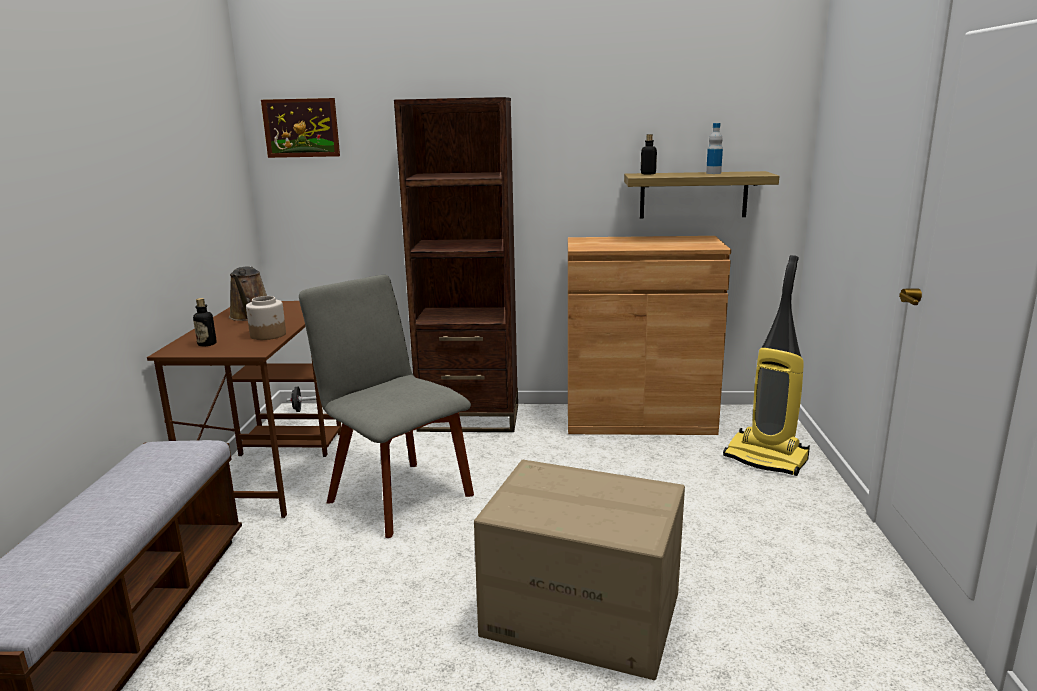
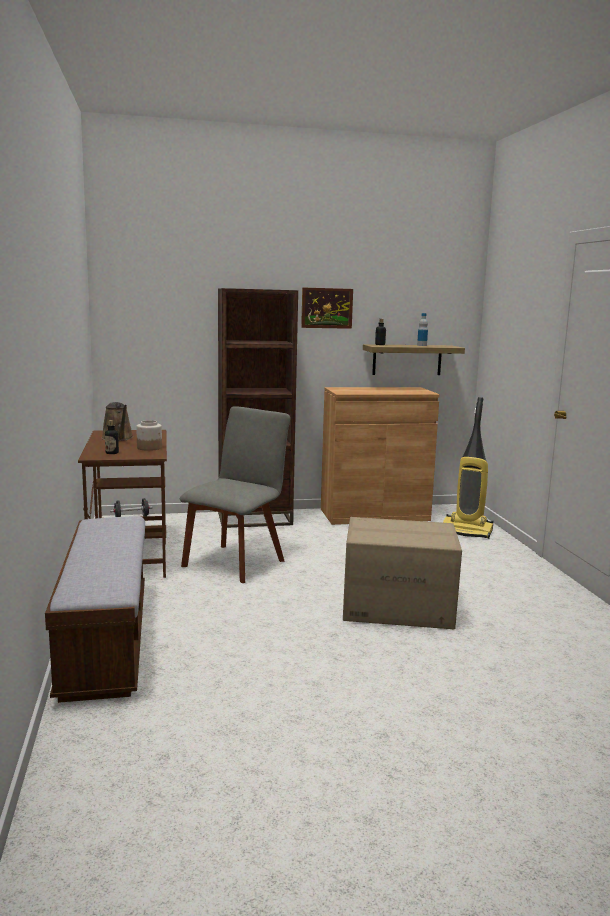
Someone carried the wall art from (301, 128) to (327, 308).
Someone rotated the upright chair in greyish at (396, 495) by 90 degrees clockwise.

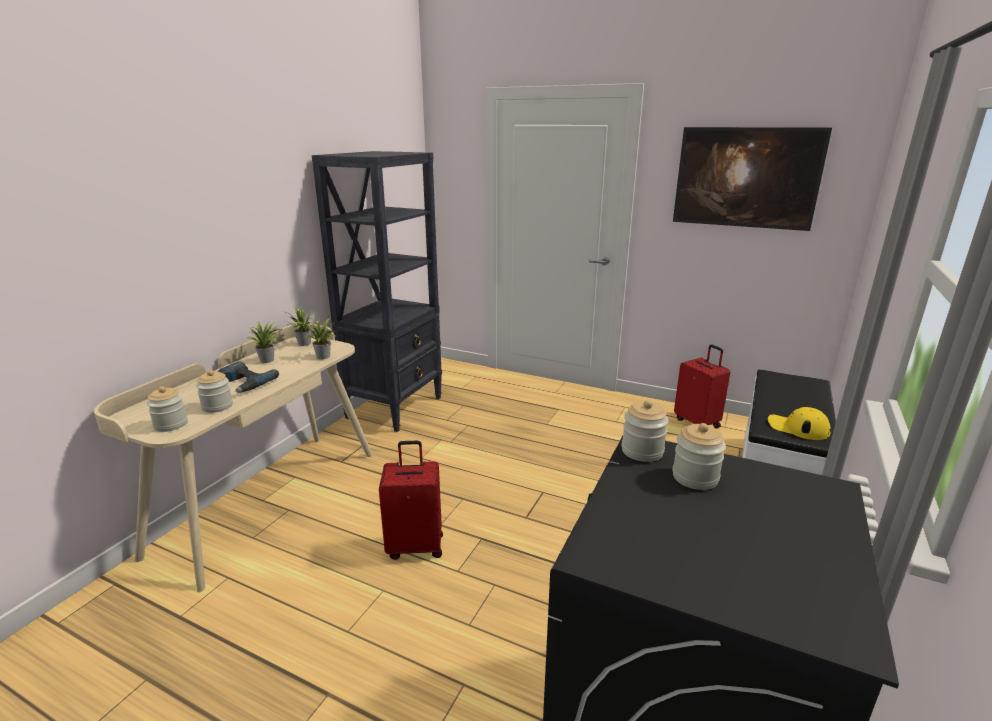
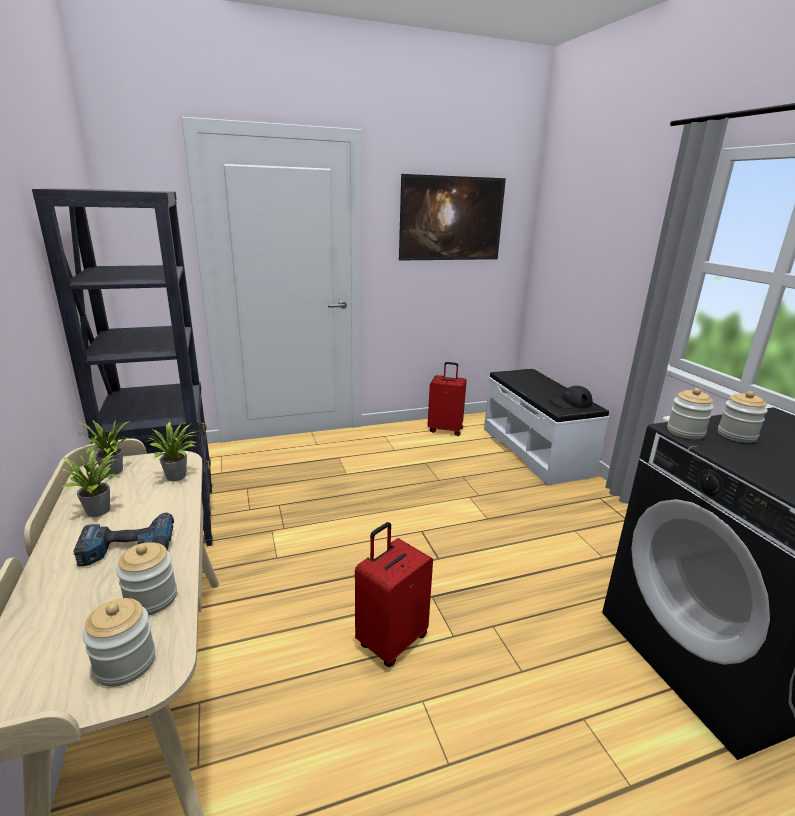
Someone repainted the peaked cap in yellow at (797, 428), which became the peaked cap in blackish at (570, 403).

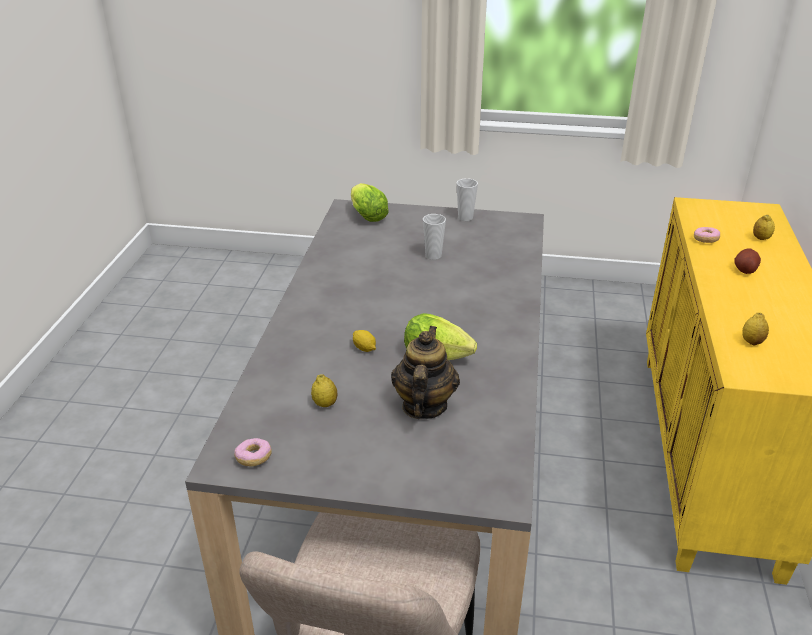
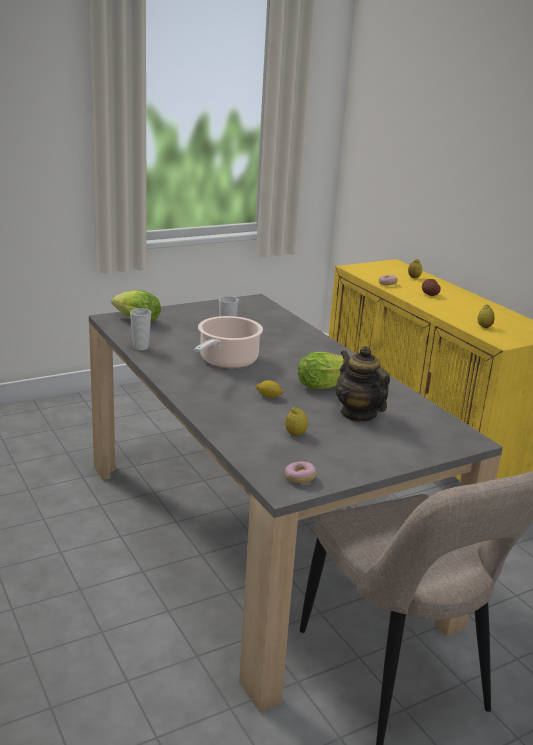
Someone carried the cup from (465, 218) to (141, 347).
Someone put down the stockpot at (227, 361).

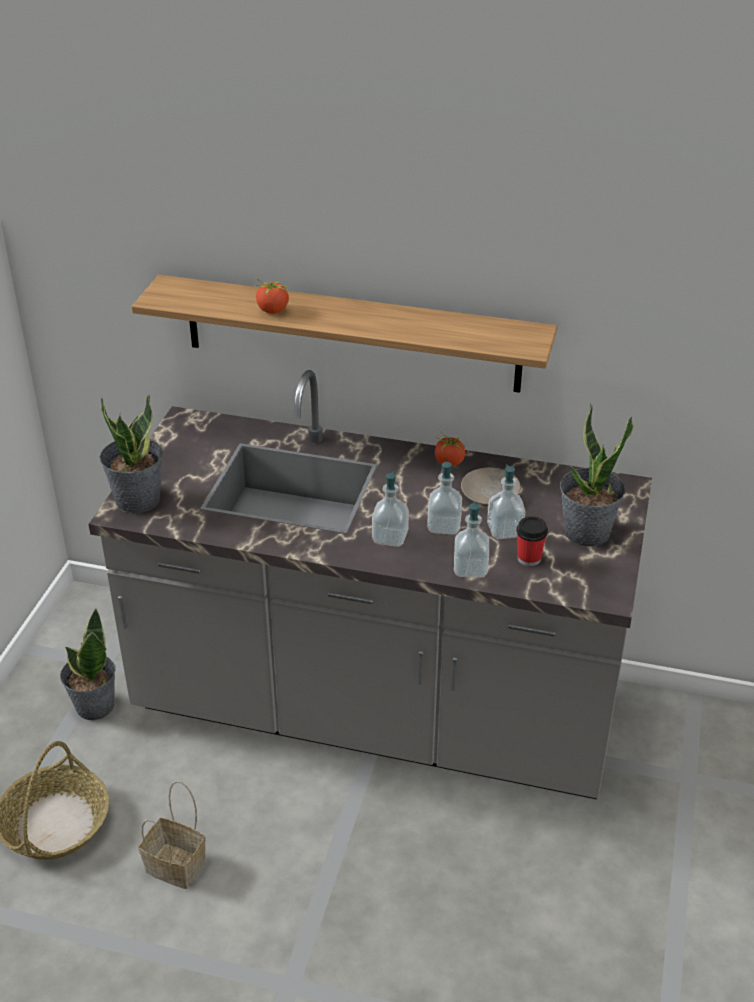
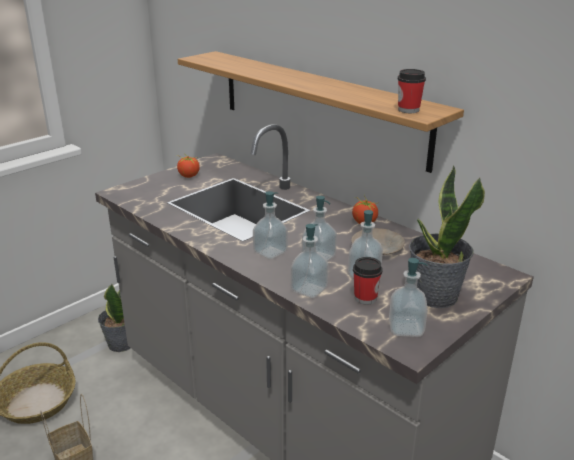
Someone took away the potted plant at (137, 499).
Someone carried the whole tomato from (272, 310) to (188, 176).
Someone put down the liquid soap bottle at (406, 328).
Someone put down the cup at (408, 110).

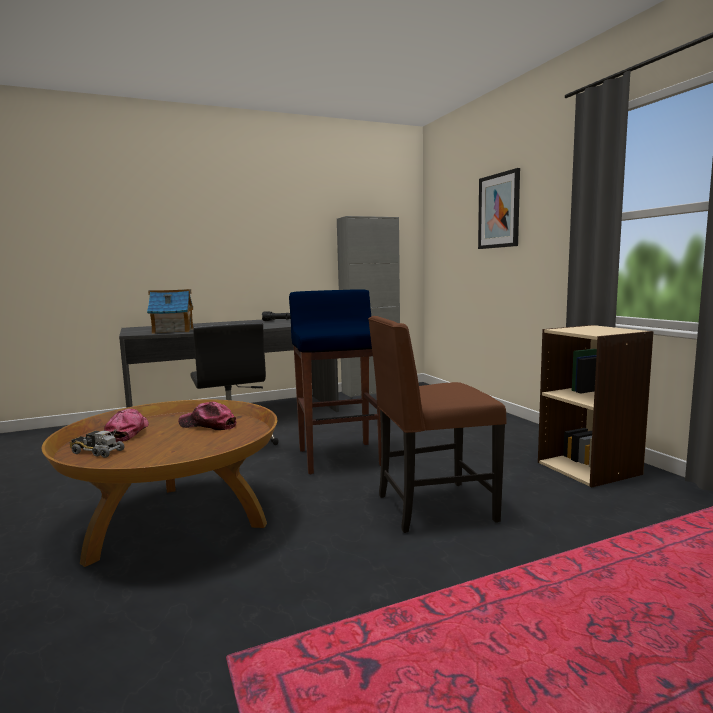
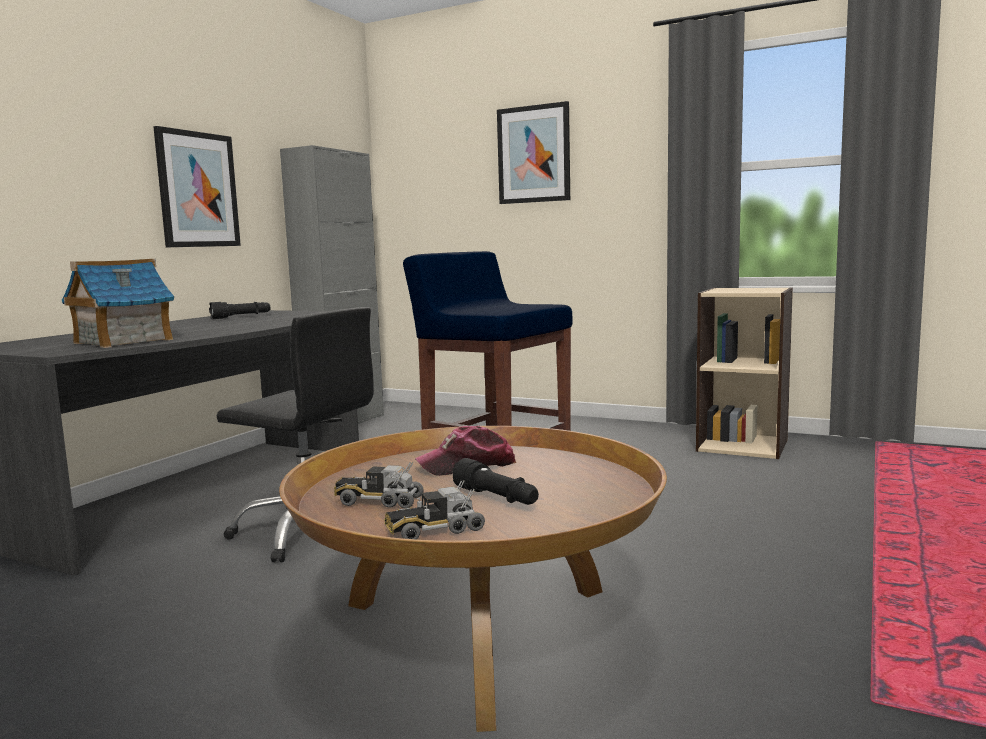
Someone swapped the peaked cap at (127, 432) for the toy truck at (378, 501).
Someone took away the upright chair in brown-coloured at (432, 508).
Someone put up the wall art at (197, 190).
Someone put down the torch in blackish at (497, 498).

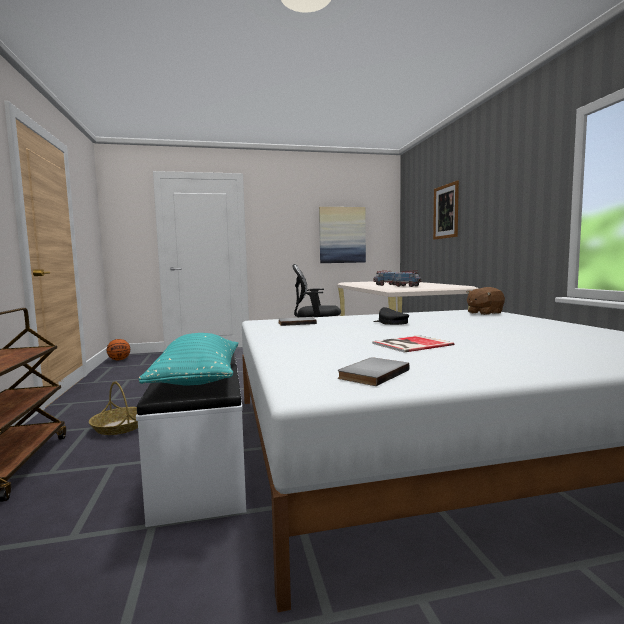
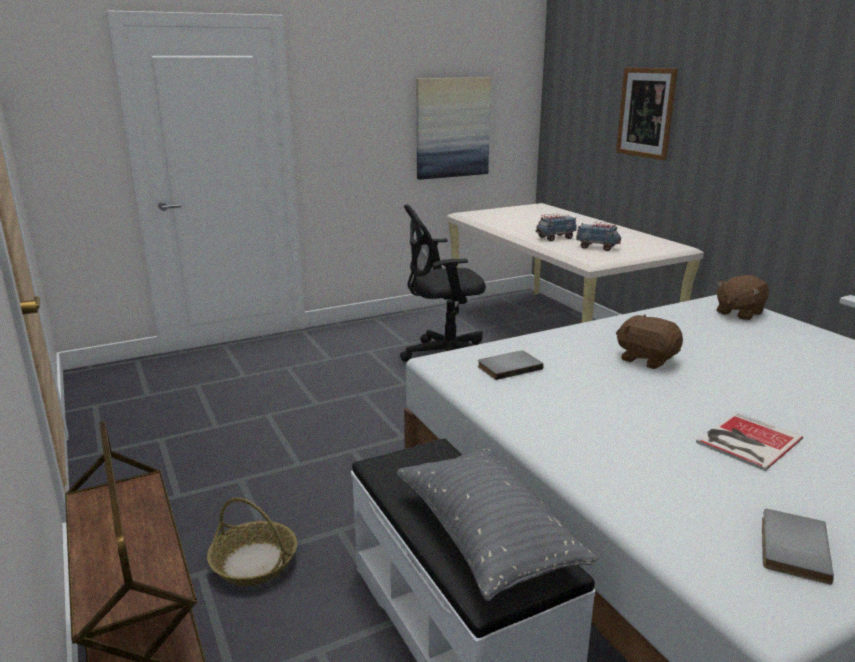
Someone took away the ball for basketball at (119, 360).
Someone repainted the cushion in blue-green at (198, 379), which became the cushion in greyish at (486, 537).
Someone swapped the peaked cap in blackish at (390, 323) for the soft toy in brown-coloured at (647, 359).

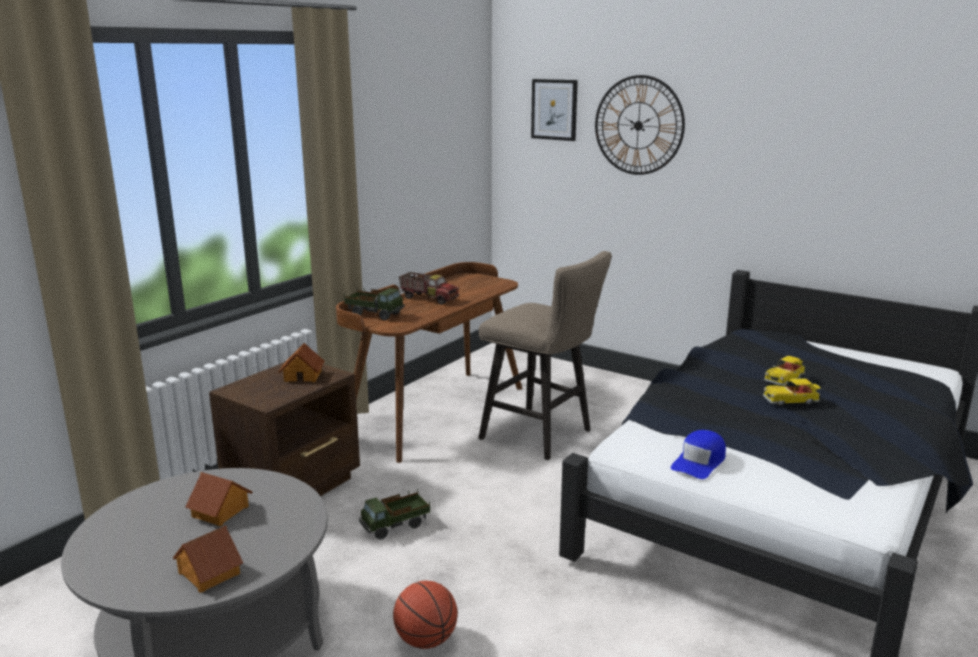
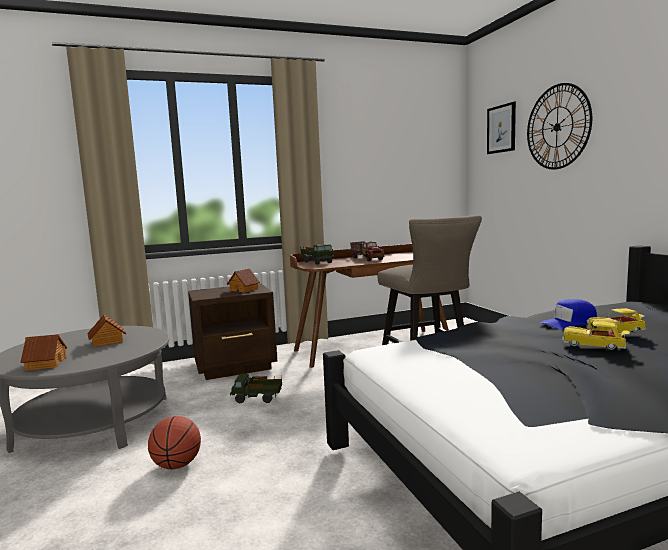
Someone carried the peaked cap in blue-coloured from (699, 462) to (569, 323).

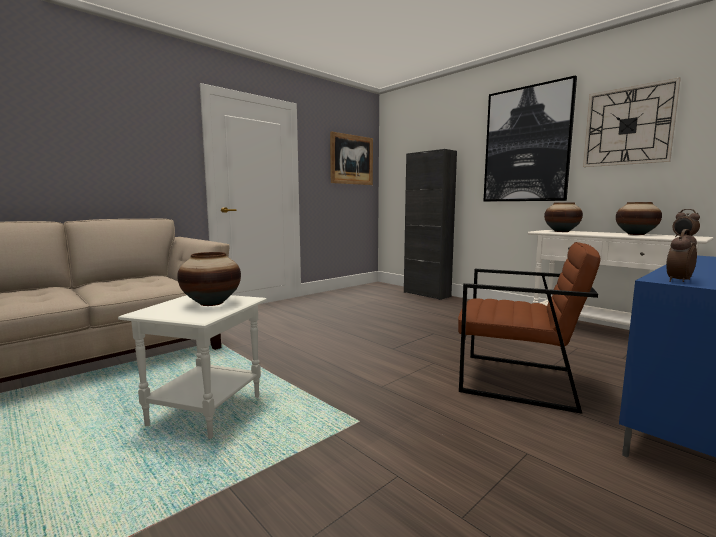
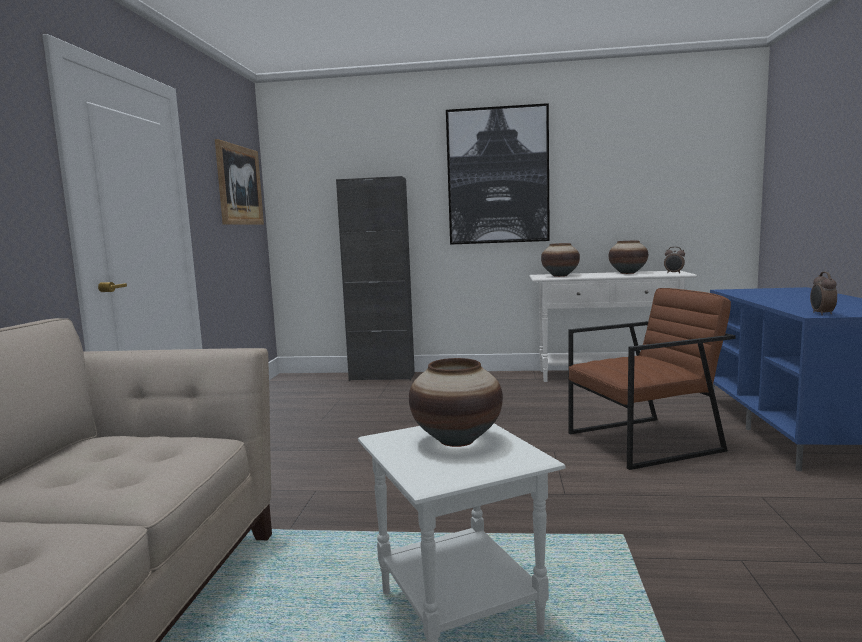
Someone took away the wall clock at (628, 126).

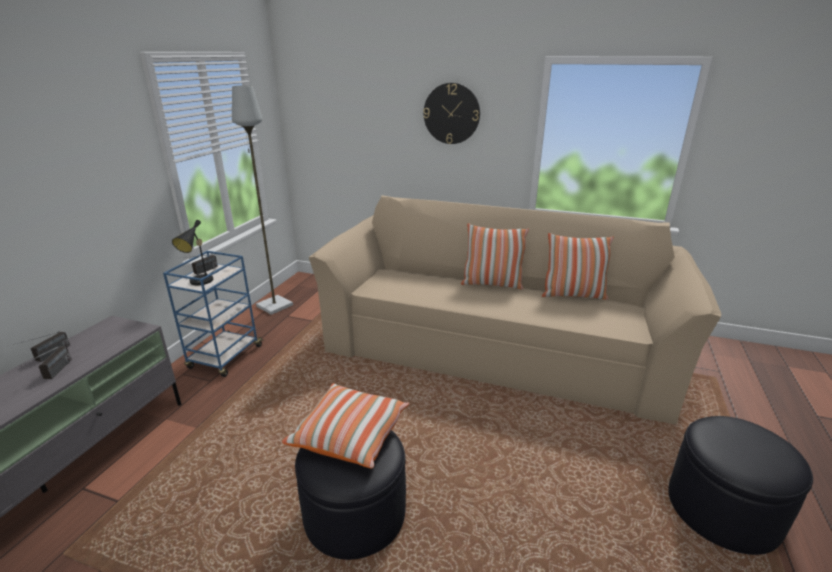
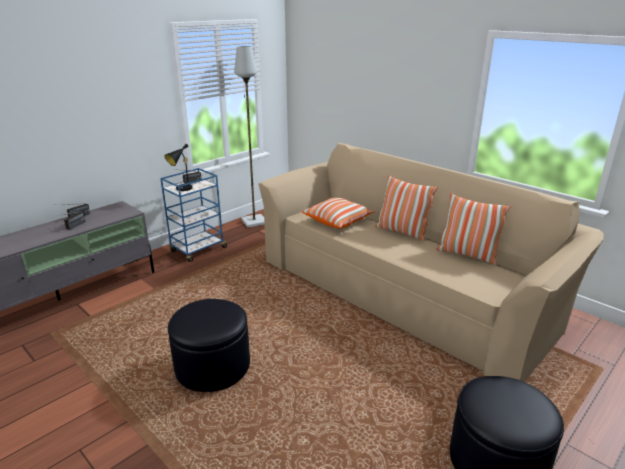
Someone carried the cushion from (350, 435) to (338, 221).
Someone took away the wall clock at (451, 113).

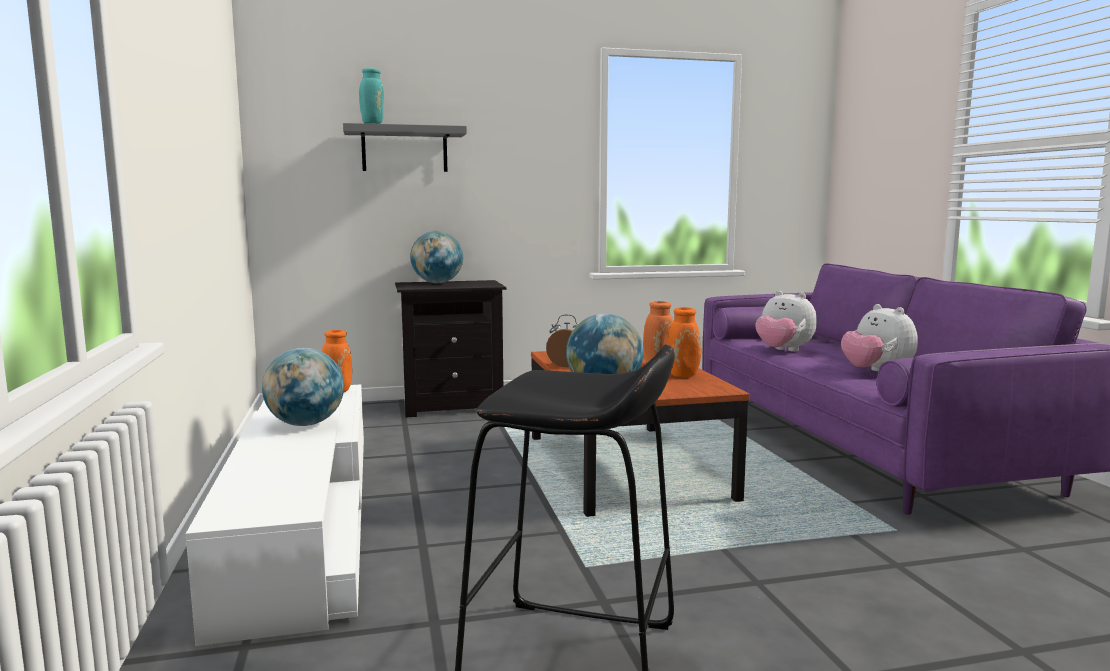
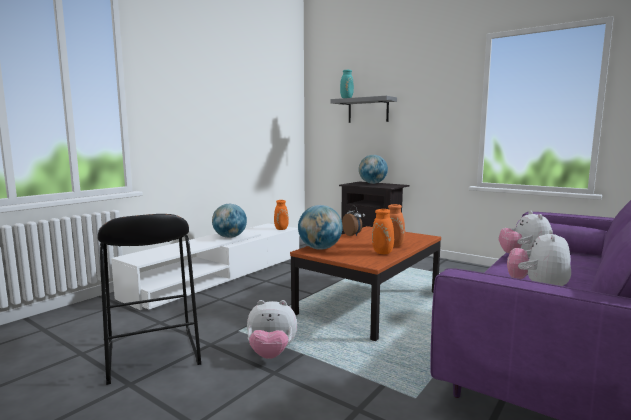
Someone put down the soft toy at (271, 354).

